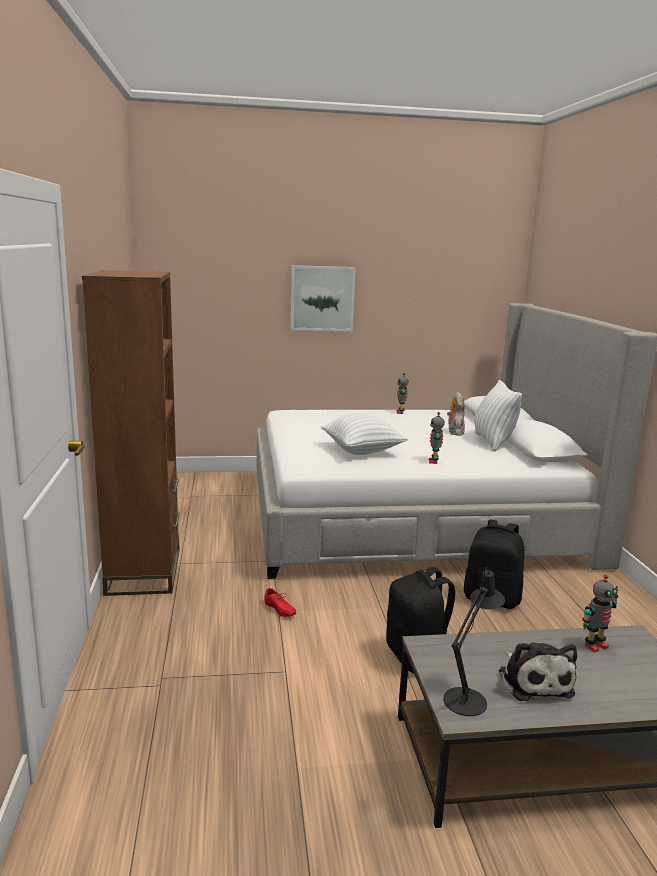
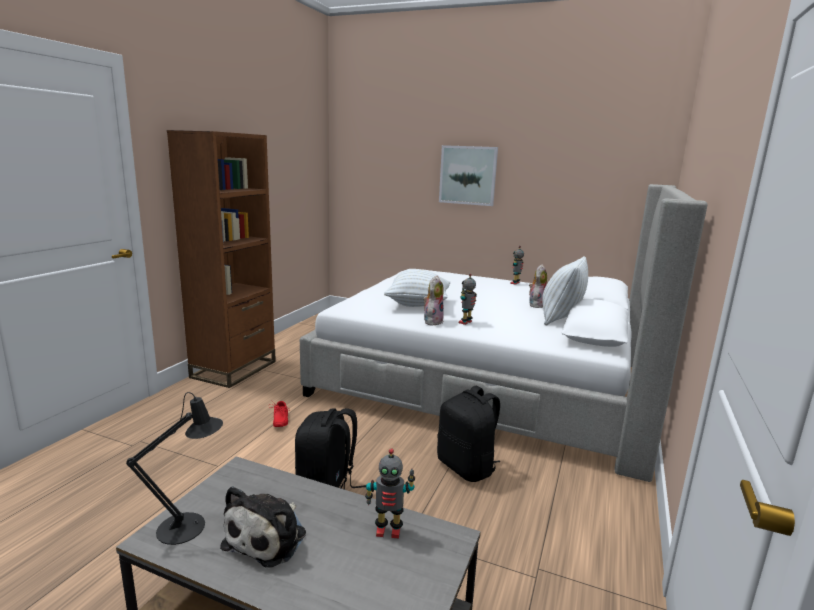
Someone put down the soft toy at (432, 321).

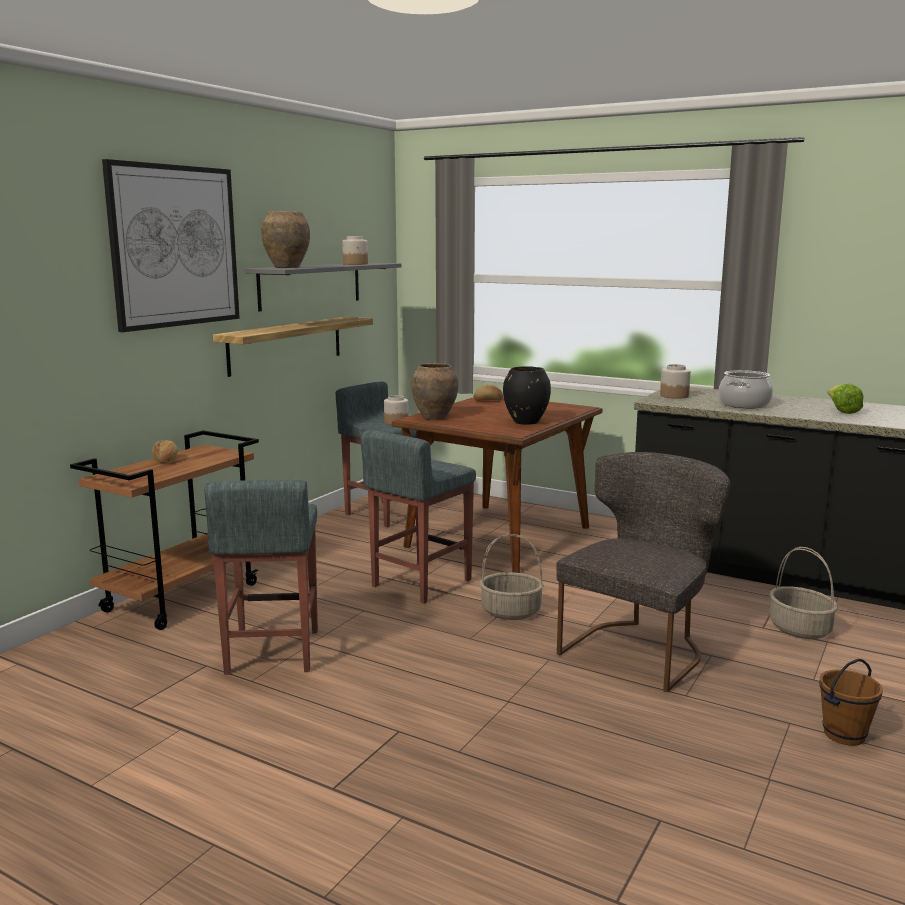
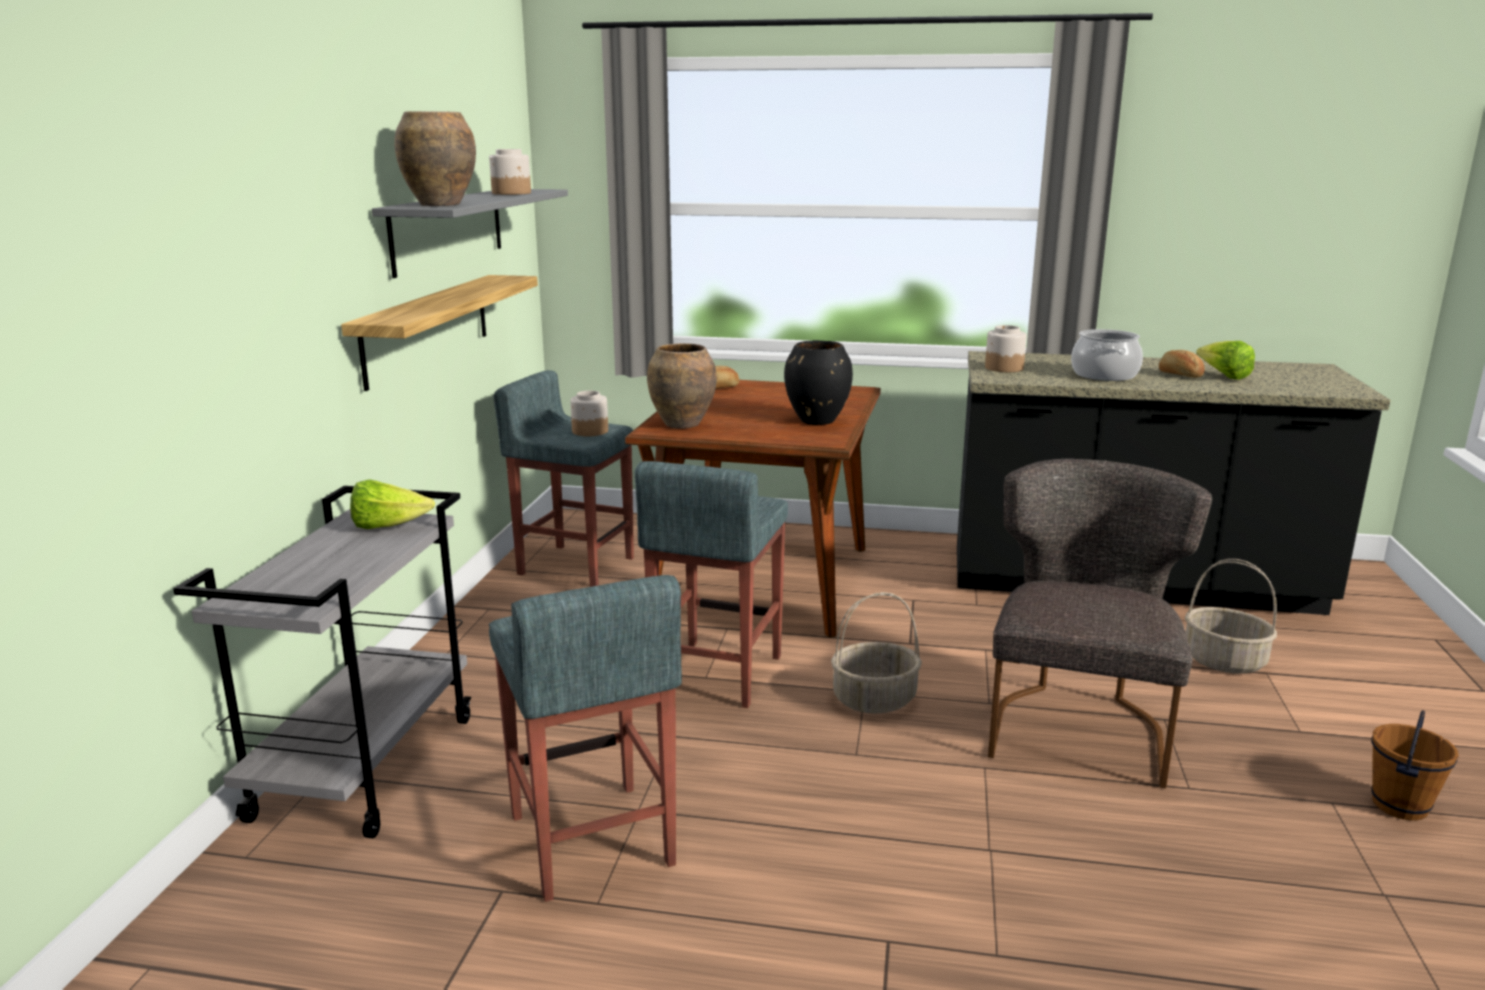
Someone repainted the wheeled cart in brown-coloured at (182, 597), which became the wheeled cart in greyish at (364, 766).
Someone took away the wall art at (175, 246).
Someone carried the bread from (165, 460) to (1179, 375).
Someone put down the lettuce at (388, 527).

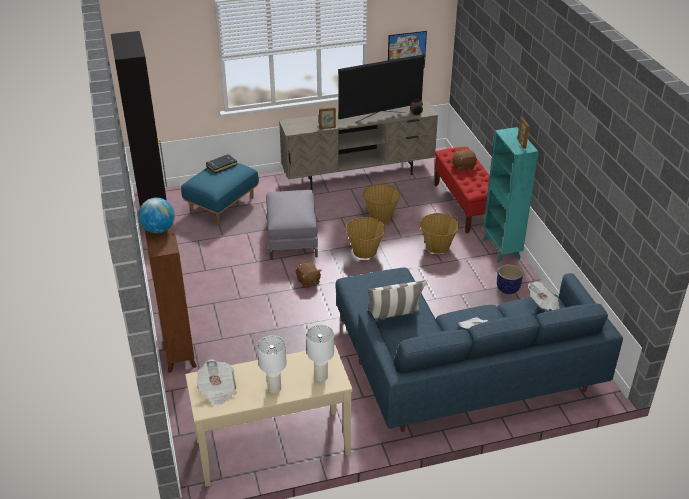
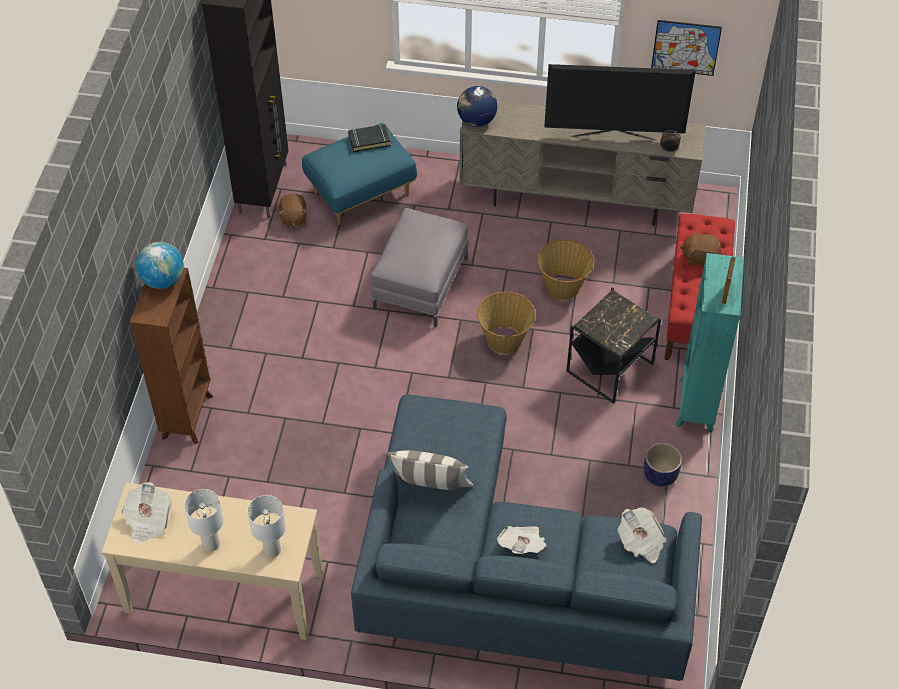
Someone carried the soft toy in brown-coloured from (308, 282) to (293, 218).
Someone took away the picture frame at (327, 128).
Someone swapped the storage basket at (437, 246) for the end table in blackish at (609, 368).
Someone put down the world globe at (476, 121).

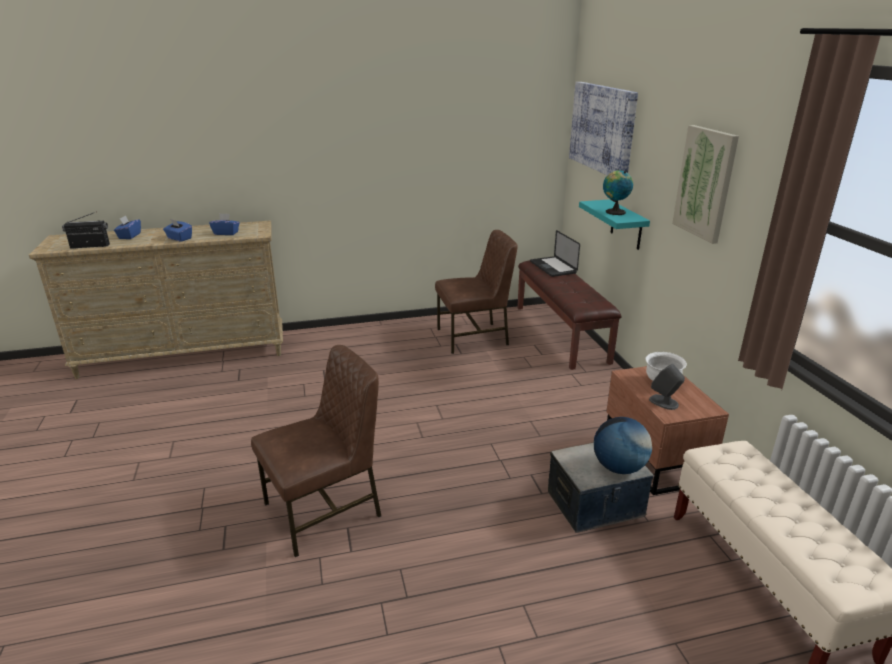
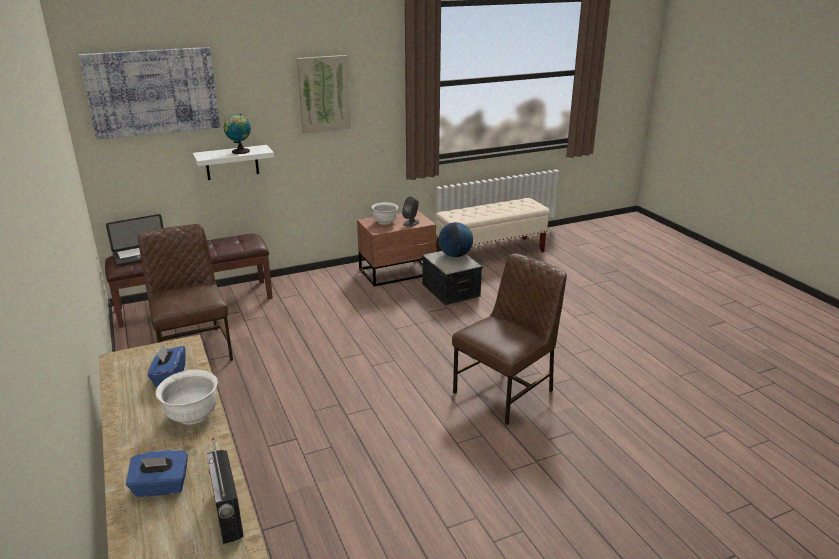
Someone swapped the box of tissues in blue-coloured at (179, 238) for the bowl in whitish at (192, 416).
Someone rotated the upright chair in brown-coloured at (325, 510) by 90 degrees clockwise.
Someone repainted the shelf in blue-green at (626, 225), which became the shelf in whitish at (232, 162).

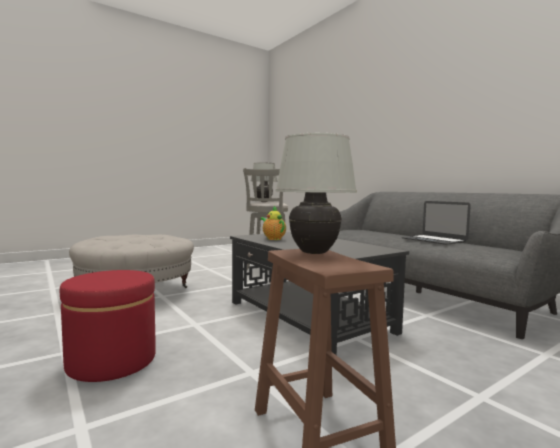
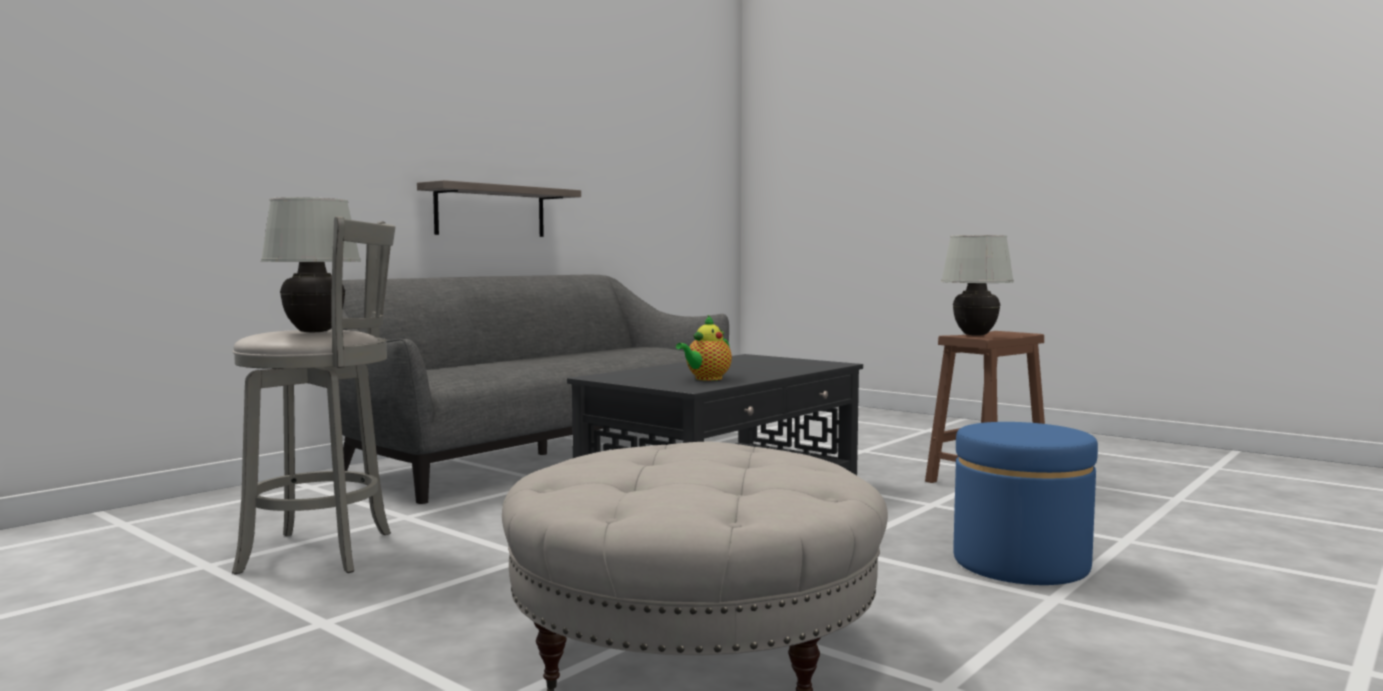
Someone repainted the footrest in reddish at (112, 361), which became the footrest in blue-coloured at (1020, 564).
Someone took away the portable computer at (434, 240).
Someone put up the shelf at (490, 211).

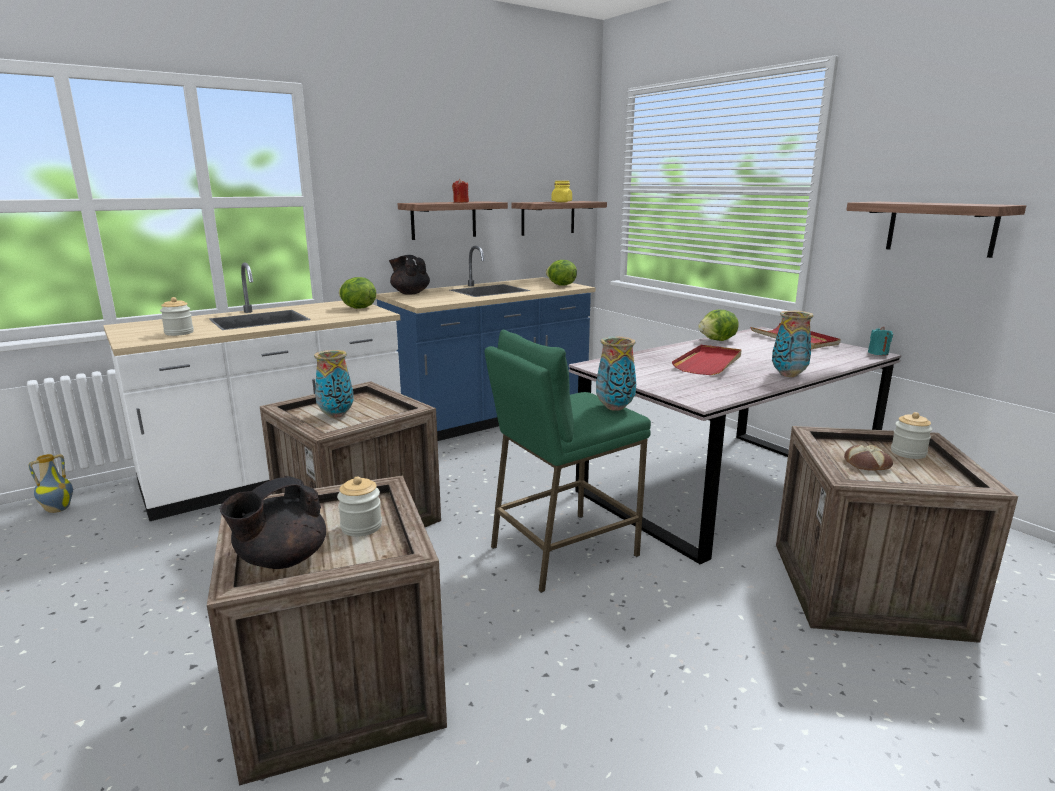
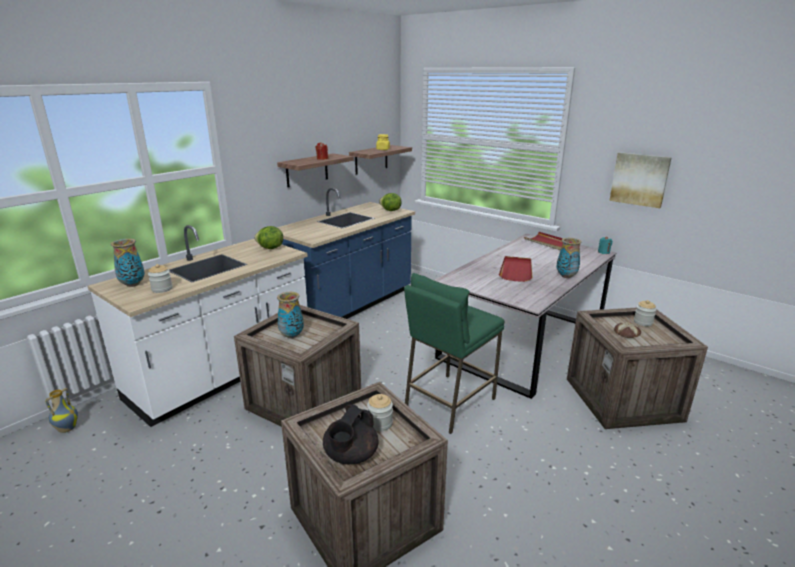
Someone took away the pot for tea in blackish at (410, 293).
Someone carried the flower vase from (614, 408) to (132, 284).
Someone took away the lettuce at (718, 340).
Someone swapped the shelf at (941, 228) for the wall art at (639, 179).

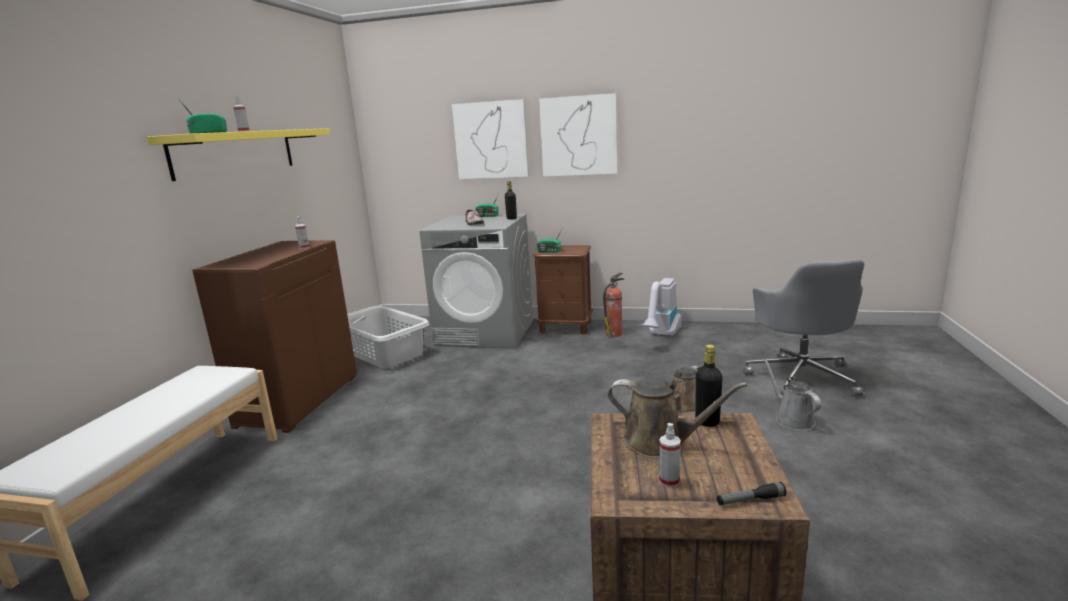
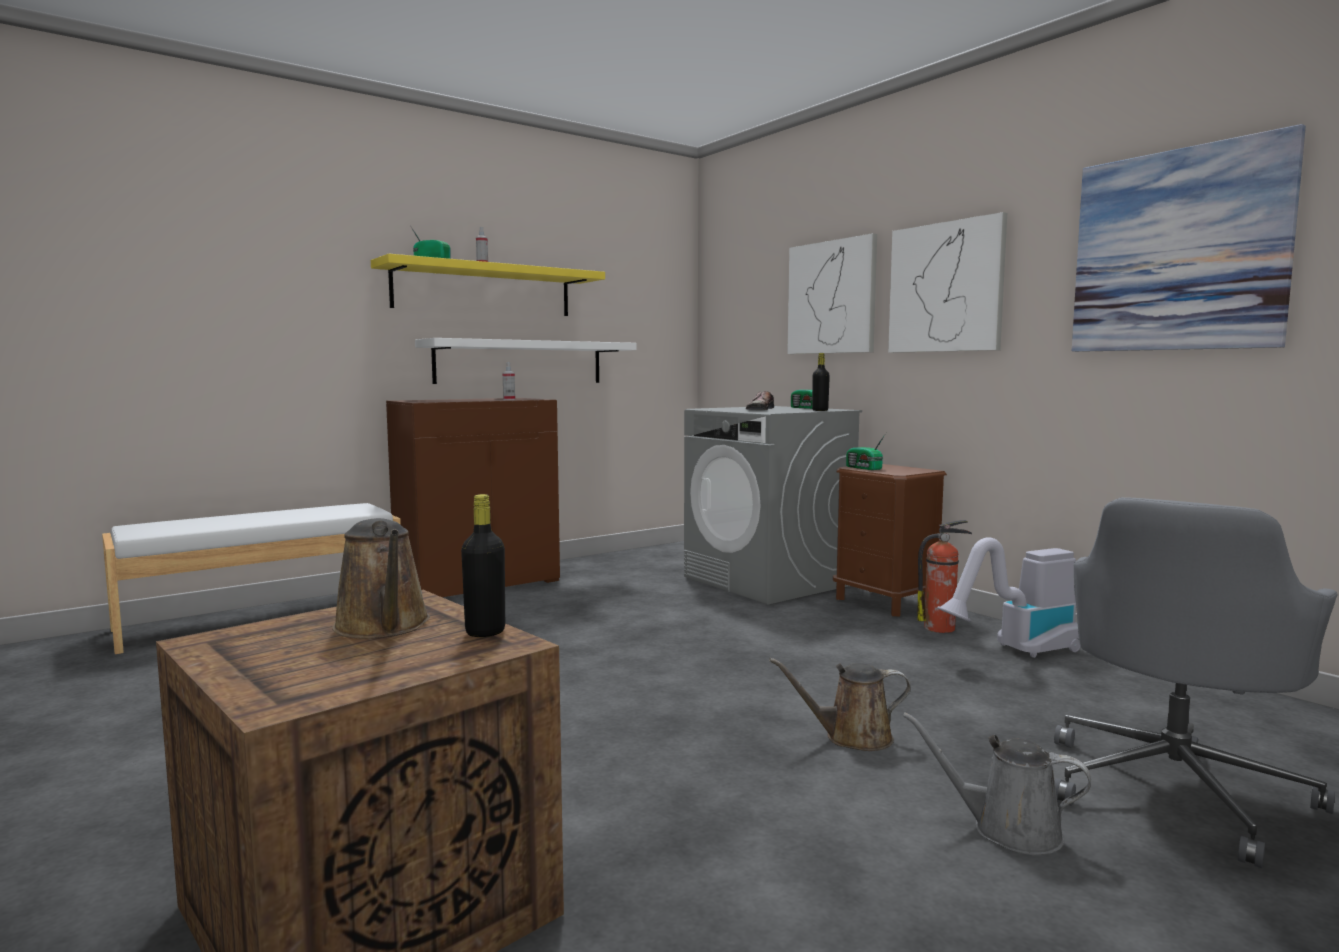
Someone took away the laundry basket in greyish at (384, 353).
Someone took away the hand sprayer at (669, 481).
Someone took away the torch at (750, 500).
Someone rotated the watering pot in greyish at (792, 419) by 90 degrees counterclockwise.
Someone put up the shelf in whitish at (520, 362).
Someone put up the wall art at (1178, 251).

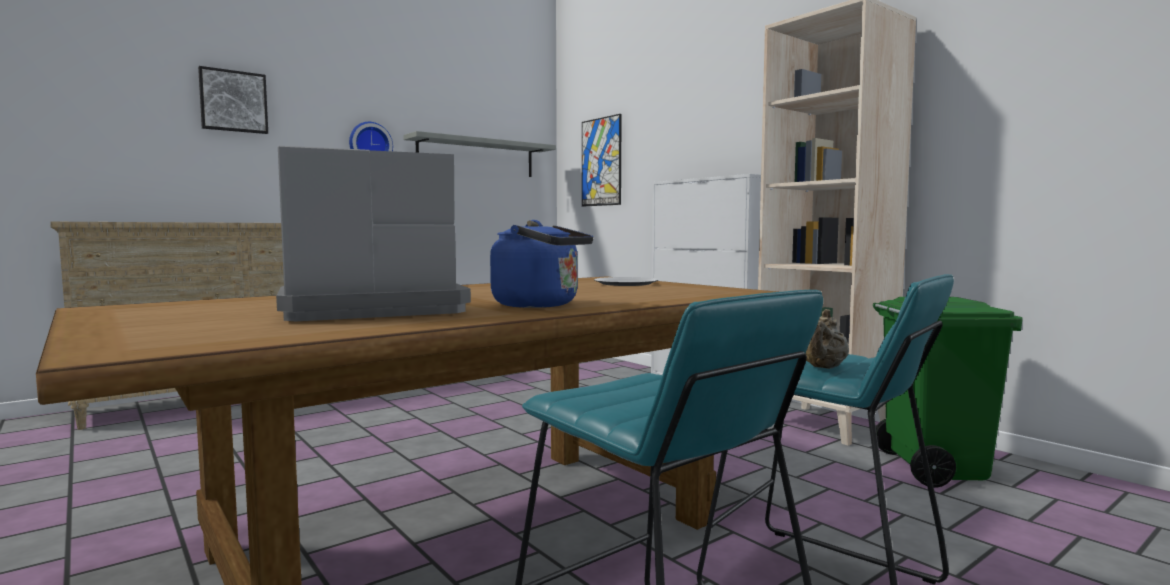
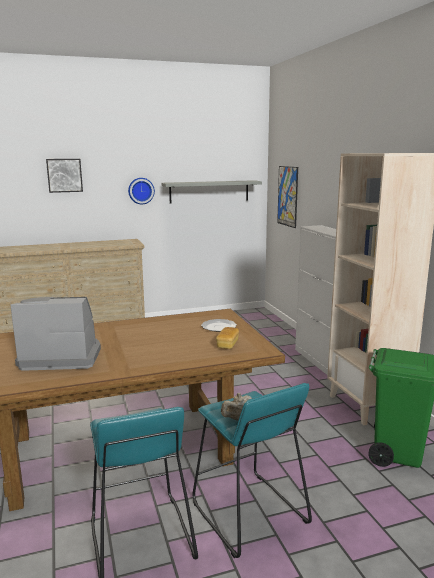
Someone took away the water kettle in blue-coloured at (541, 305).
Someone put down the bread at (227, 344).

